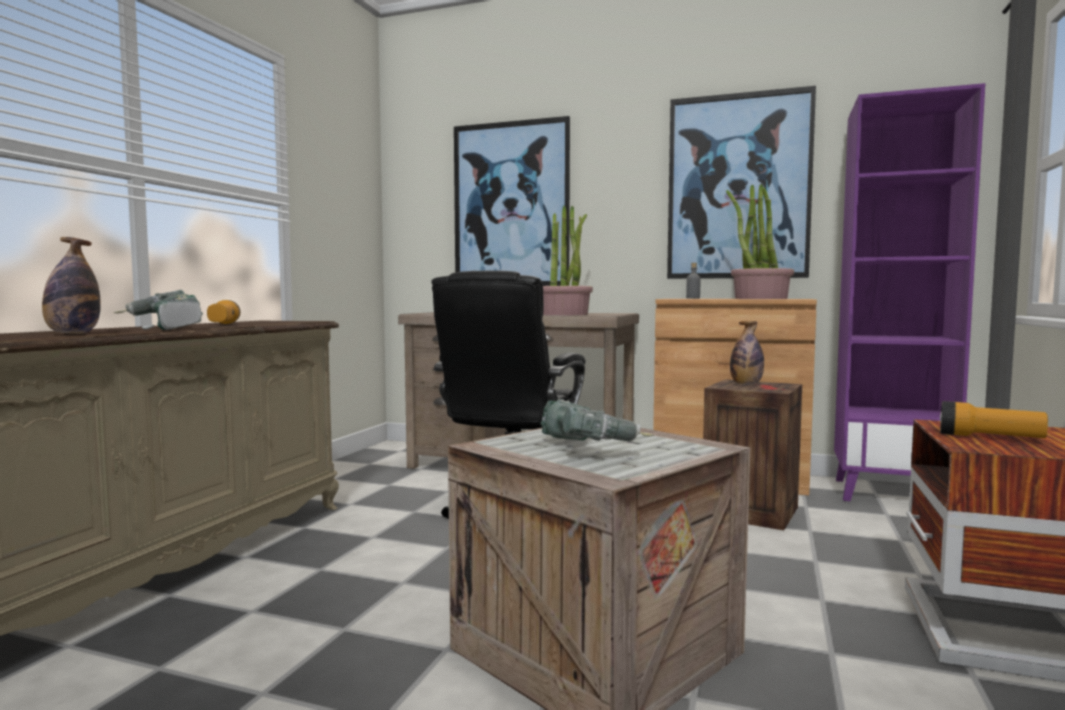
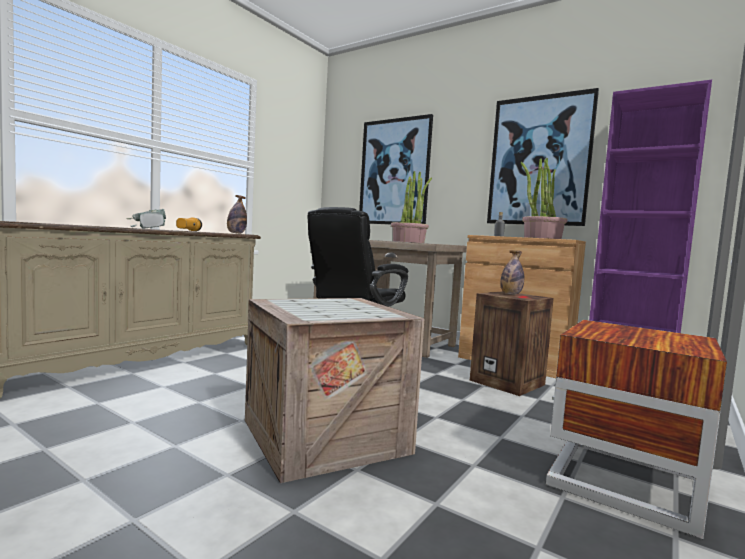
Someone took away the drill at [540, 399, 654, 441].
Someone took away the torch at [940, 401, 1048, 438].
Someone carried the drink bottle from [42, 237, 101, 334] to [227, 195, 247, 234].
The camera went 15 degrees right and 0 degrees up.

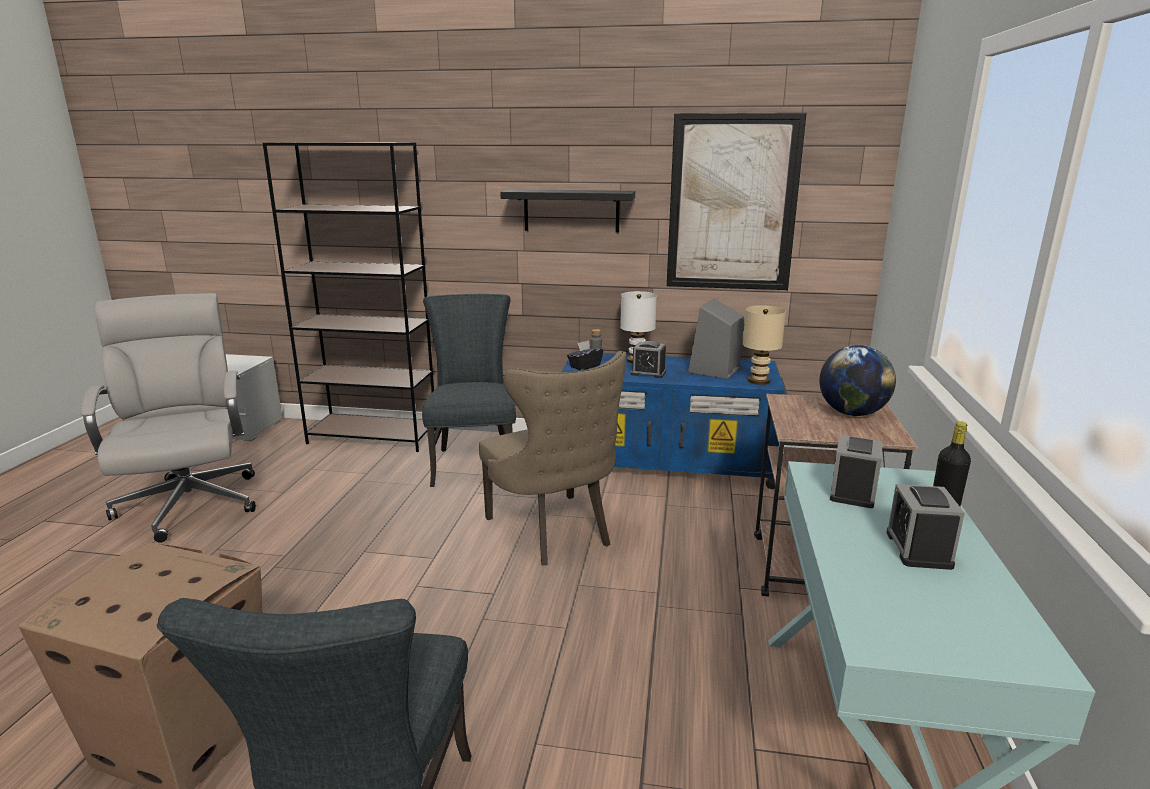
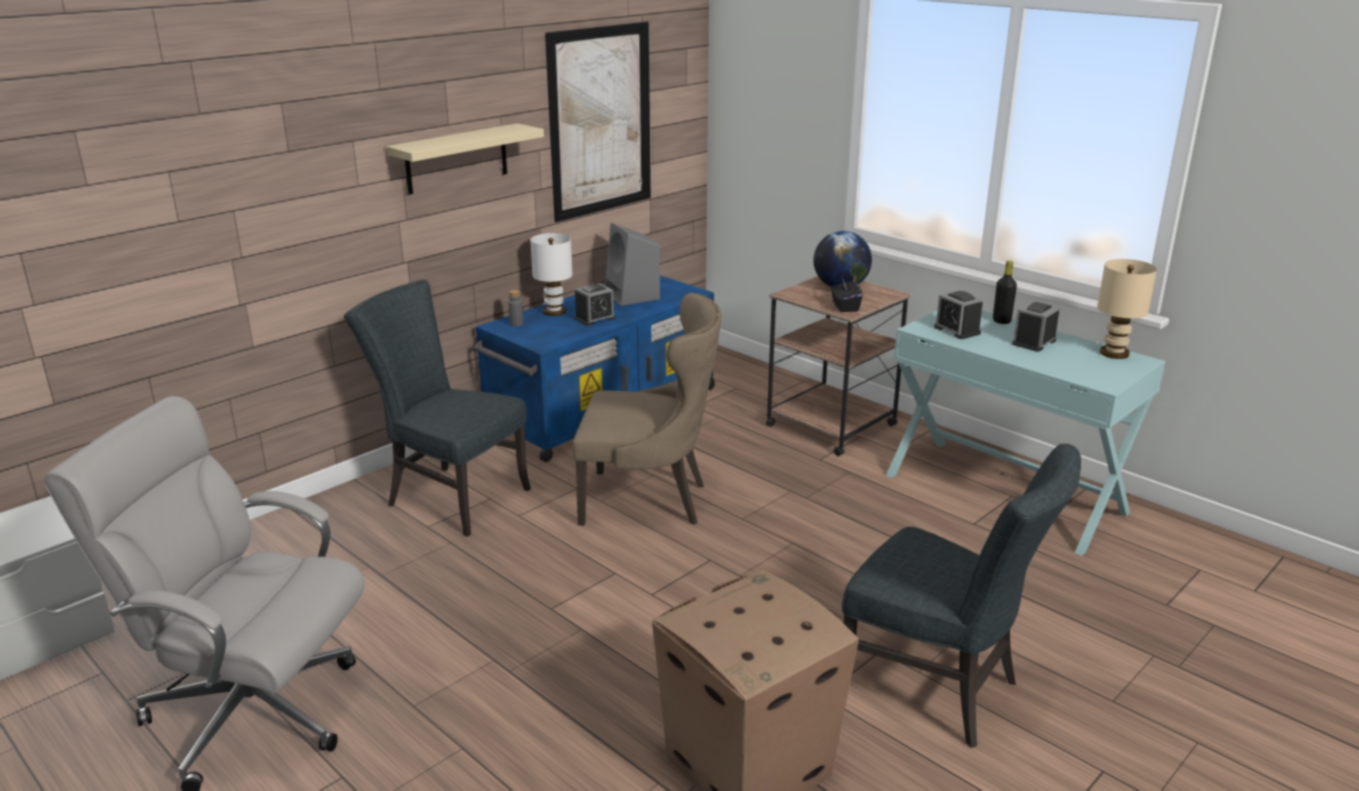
Someone took away the brown-coloured shelving unit at [263, 142, 437, 452].
Someone carried the black-coloured box of tissues from [567, 340, 603, 371] to [831, 280, 863, 312].
Someone carried the beige lamp for a table from [743, 306, 786, 385] to [1097, 259, 1157, 359].
Someone repainted the black-coloured shelf at [500, 189, 635, 233], which became the beige shelf at [386, 123, 544, 195].
Someone rotated the alarm clock at [886, 484, 965, 570] by 90 degrees clockwise.
The camera went 55 degrees left and 5 degrees up.

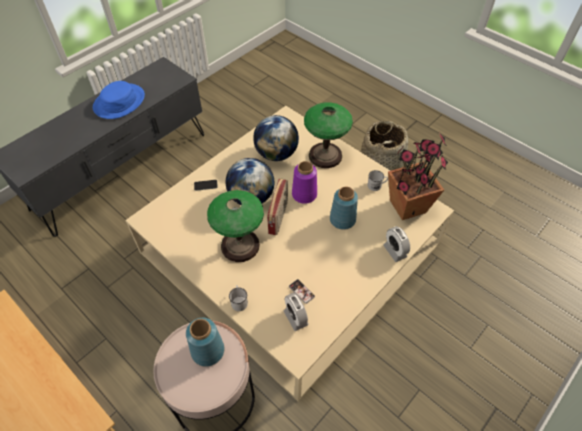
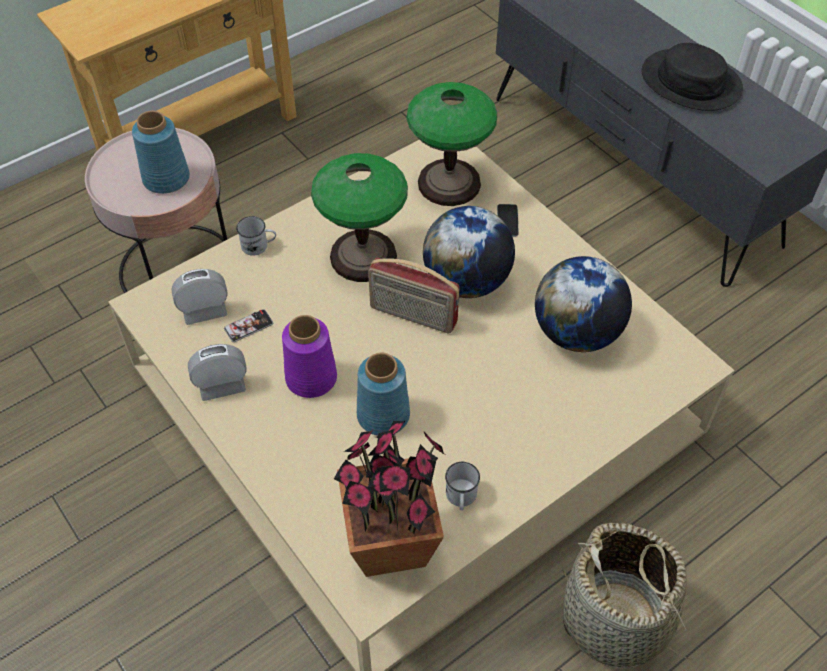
Someone carried the purple vase from [292, 161, 317, 204] to [282, 315, 337, 398].
Someone carried the lamp for a table from [304, 102, 353, 168] to [407, 82, 497, 206].
Someone carried the alarm clock from [383, 226, 410, 262] to [188, 344, 247, 401].
Someone repainted the blue-coloured wearable hat at [93, 81, 145, 119], which became the black-coloured wearable hat at [642, 43, 743, 111].
The camera went 100 degrees right and 0 degrees up.

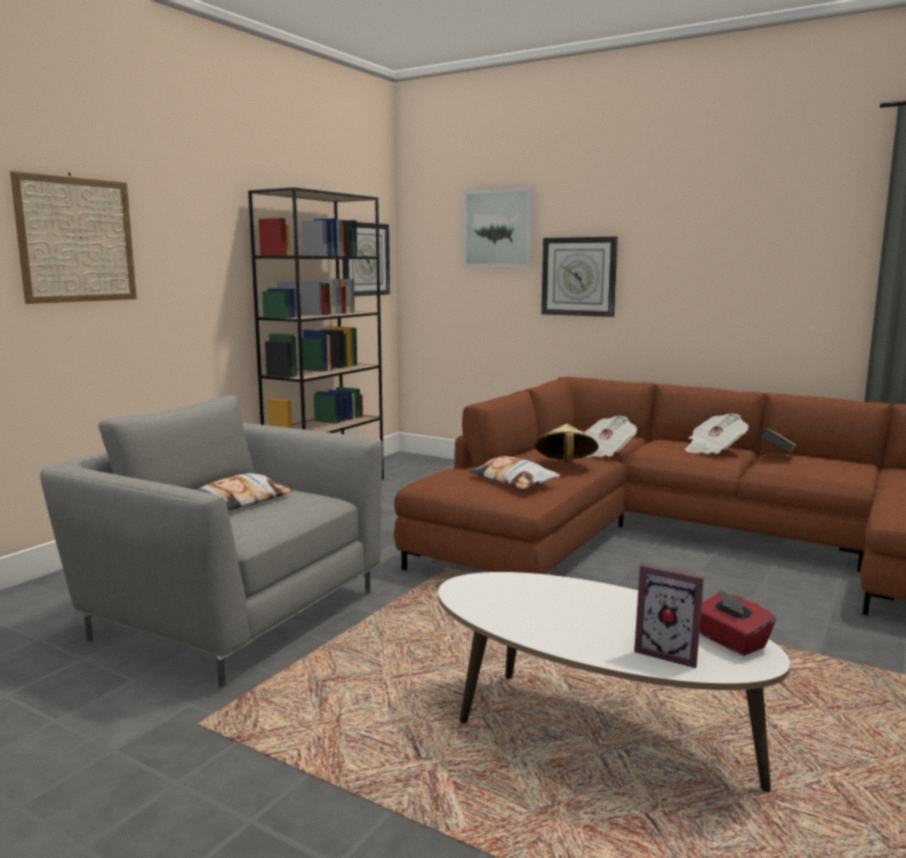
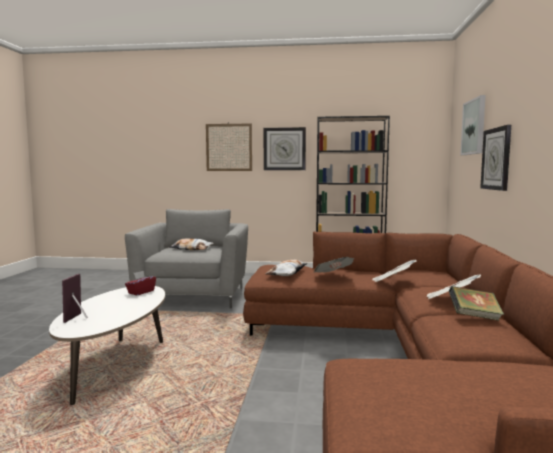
Someone carried the wall clock from [342, 222, 390, 296] to [264, 127, 306, 170].
Someone carried the reddish box of tissues from [699, 589, 776, 656] to [125, 271, 156, 295].
Someone swapped the beige wearable hat at [535, 424, 599, 462] for the newspaper at [314, 257, 354, 273].
The camera went 65 degrees right and 5 degrees down.

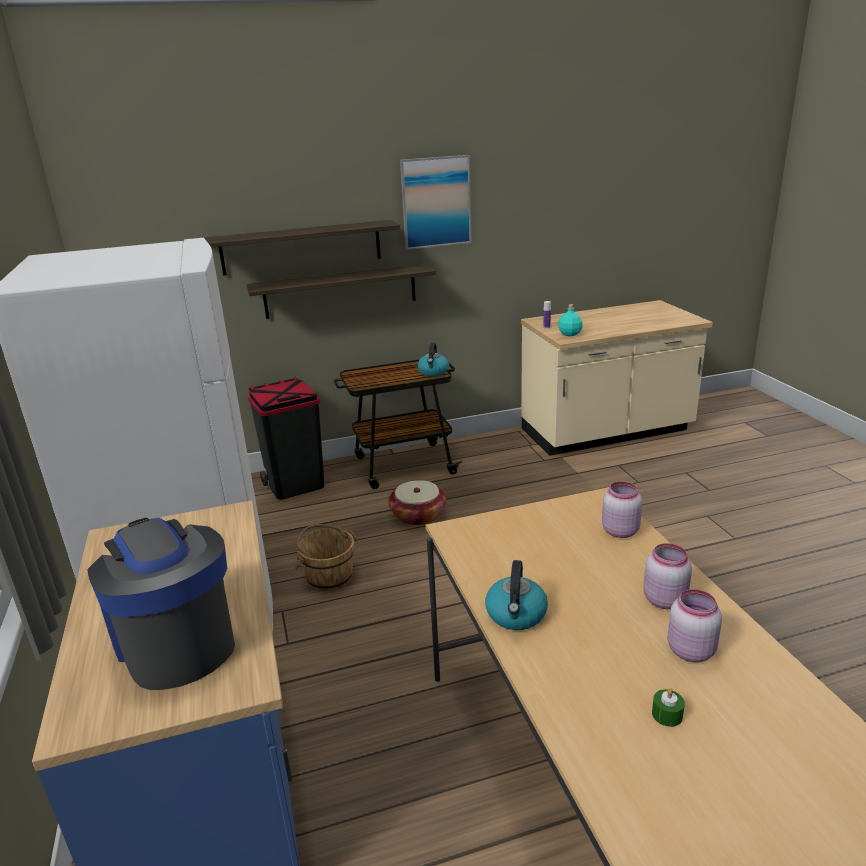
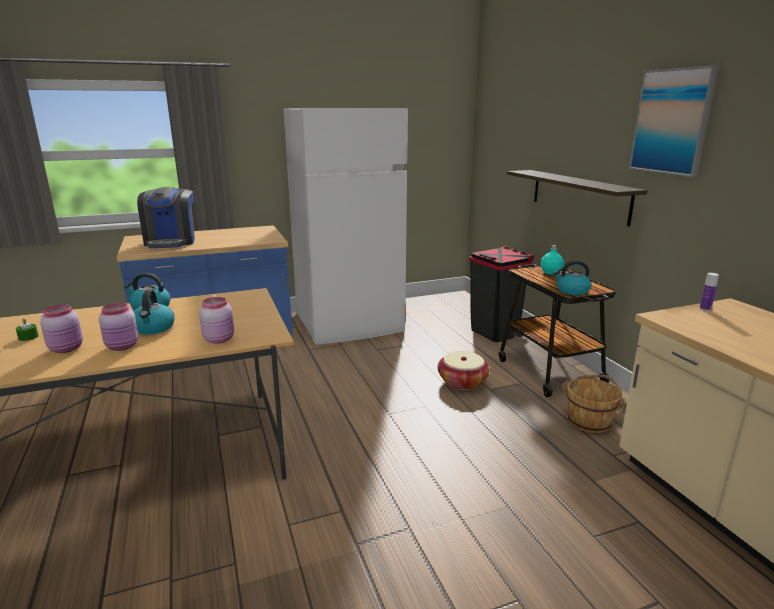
Someone took away the shelf at [203, 220, 400, 276].
Someone put down the kettle at [133, 289, 175, 334].
Someone carried the brown-coloured pail from [295, 524, 358, 591] to [562, 375, 627, 433].
Someone carried the turquoise-coloured drink bottle from [558, 304, 583, 336] to [541, 245, 564, 275].
Someone rotated the coffee machine at [87, 518, 235, 690] by 120 degrees clockwise.
The camera went 85 degrees right and 5 degrees down.

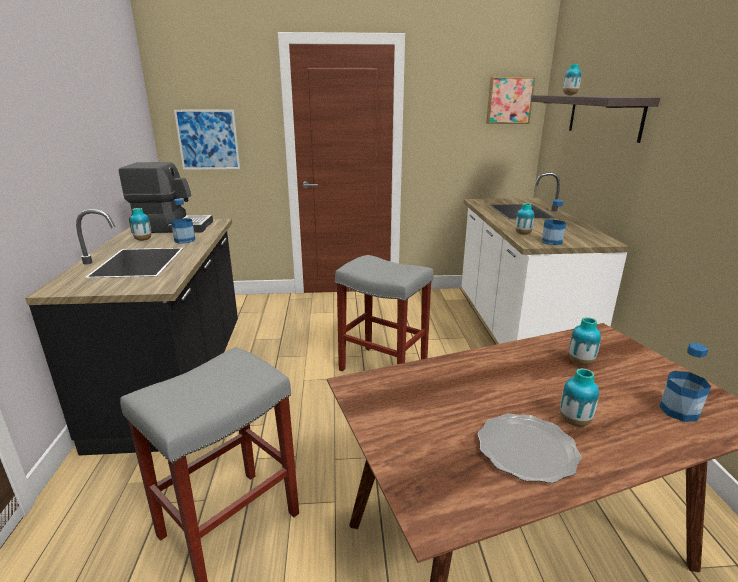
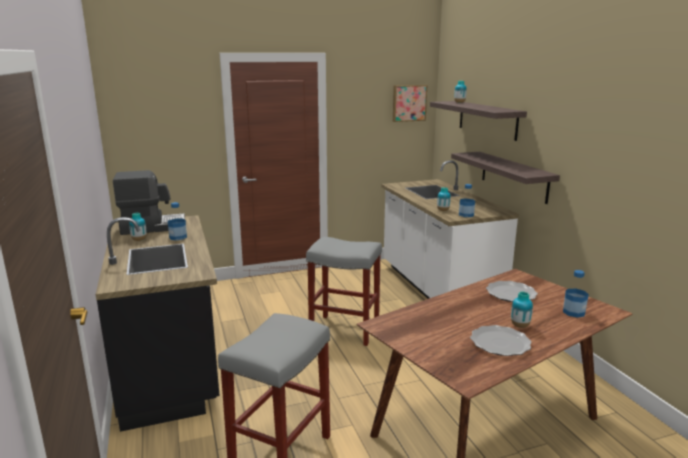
Someone took away the wall picture at [174, 109, 240, 170].
Someone put up the shelf at [451, 152, 560, 204].
Someone swapped the vase at [569, 317, 601, 366] for the flat dish at [486, 281, 538, 302].
The camera went 15 degrees left and 5 degrees down.

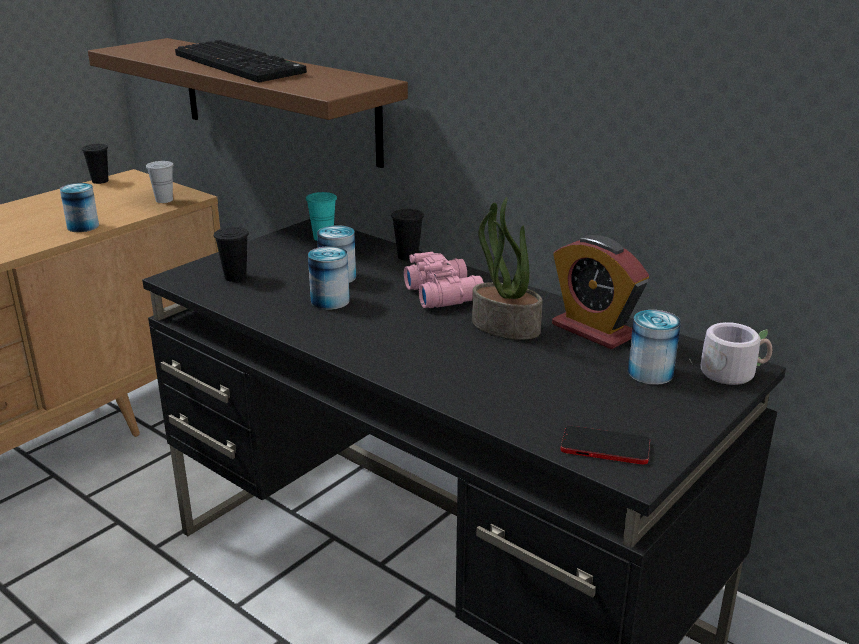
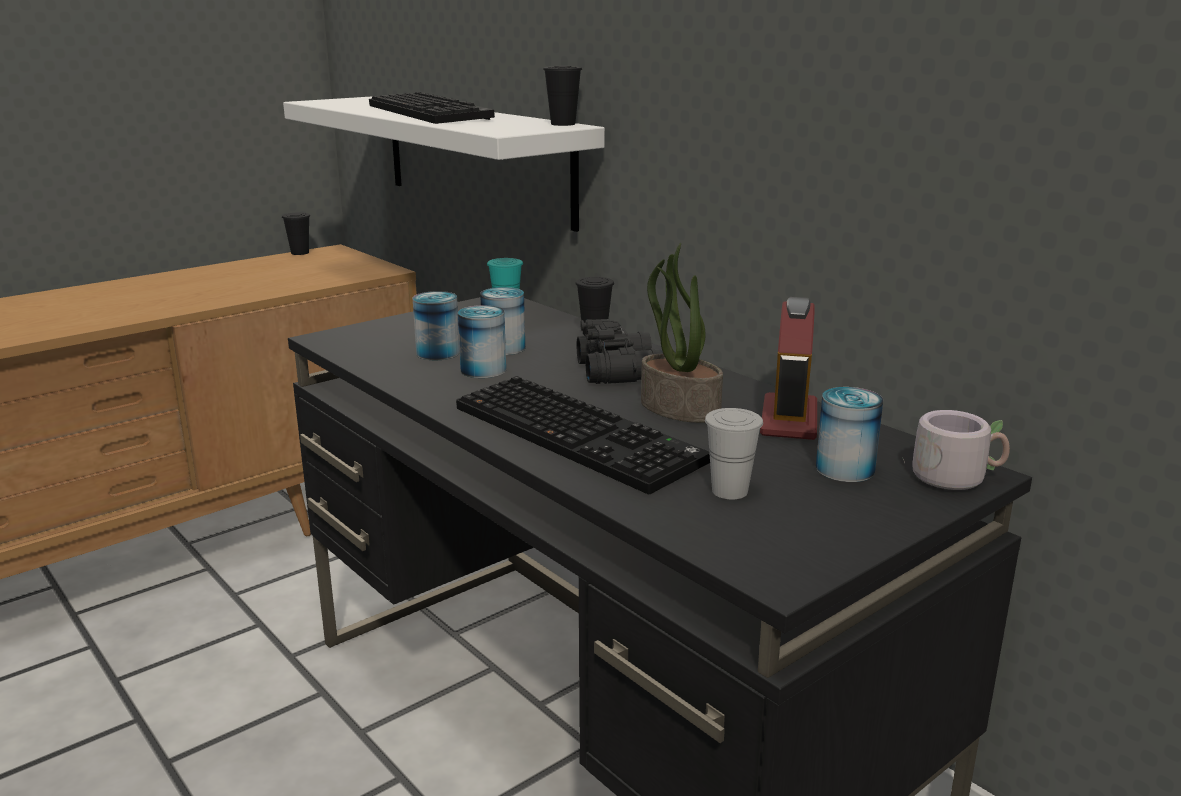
Someone took away the phone at [560, 426, 650, 464].
Someone put down the computer keyboard at [456, 376, 710, 494].
Someone carried the metal can from [60, 183, 99, 232] to [412, 291, 460, 360].
Someone carried the white drinking cup from [146, 161, 173, 203] to [705, 408, 763, 499].
Someone carried the black-coloured drinking cup from [214, 227, 249, 282] to [543, 66, 582, 126].
Someone repainted the brown-coloured shelf at [88, 38, 408, 168], which became the white shelf at [283, 96, 605, 232].
Someone repainted the pink-coloured binoculars at [404, 252, 484, 308], which became the black-coloured binoculars at [576, 319, 663, 384].
Someone rotated the alarm clock at [552, 235, 649, 350] by 135 degrees counterclockwise.
The camera went 10 degrees right and 5 degrees down.

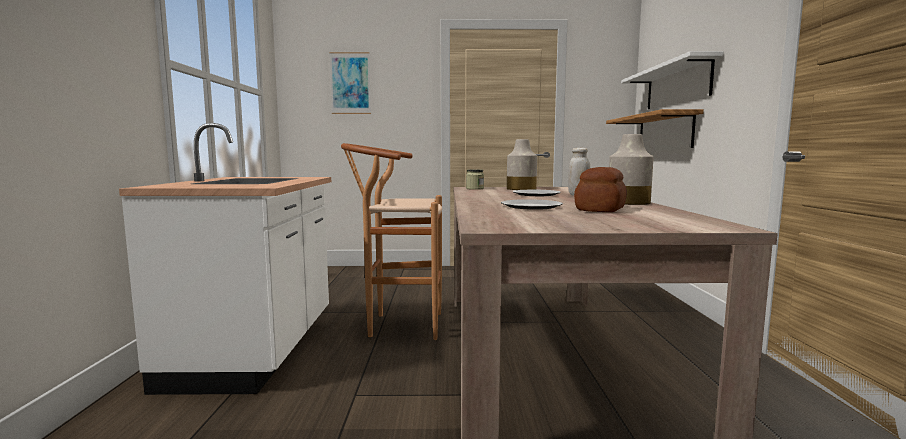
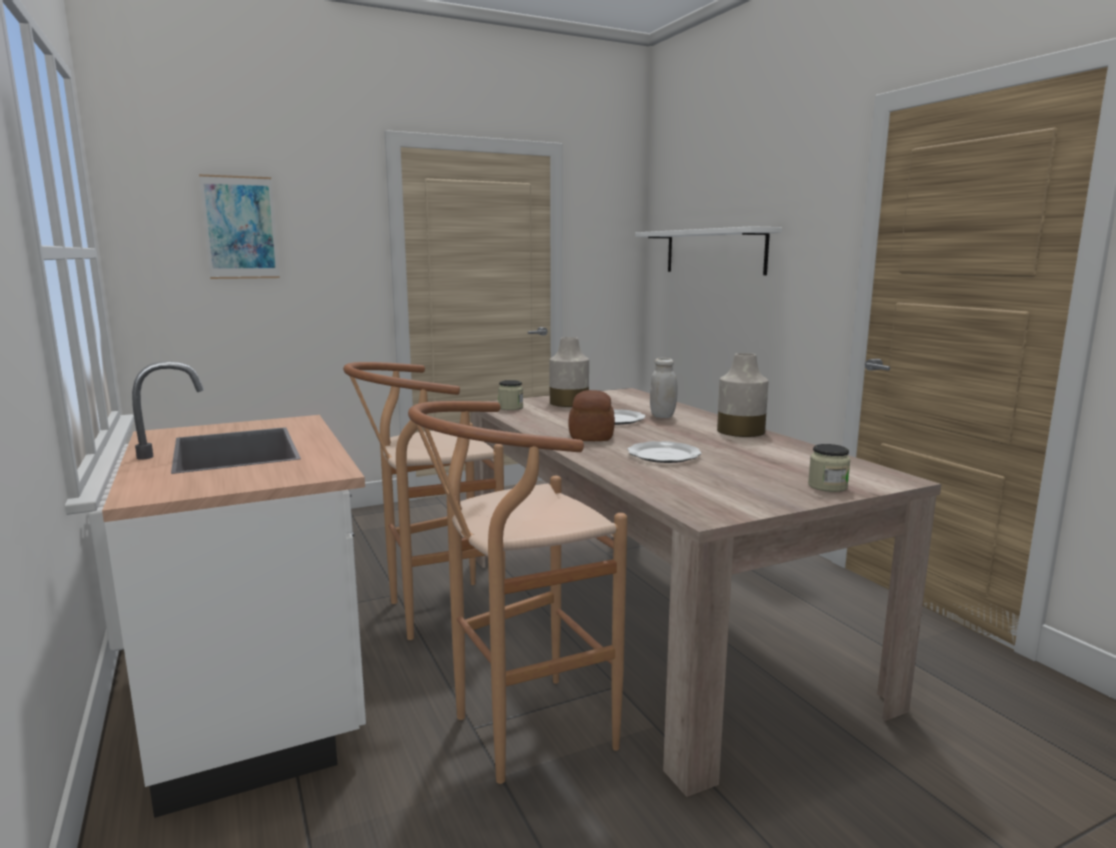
Someone took away the shelf at [606, 109, 704, 148].
Someone put down the brown-coloured stool seat at [408, 401, 628, 784].
Someone put down the preserve jar at [808, 444, 850, 492].
Someone carried the baked bread from [574, 167, 627, 212] to [568, 390, 615, 441].
The camera went 25 degrees left and 5 degrees up.

